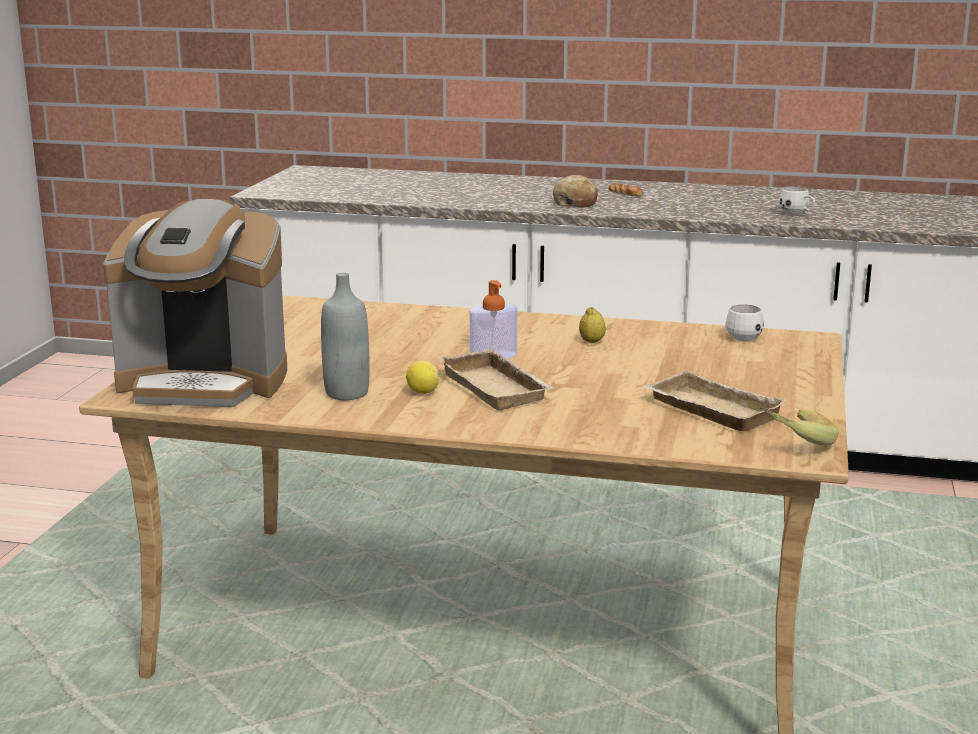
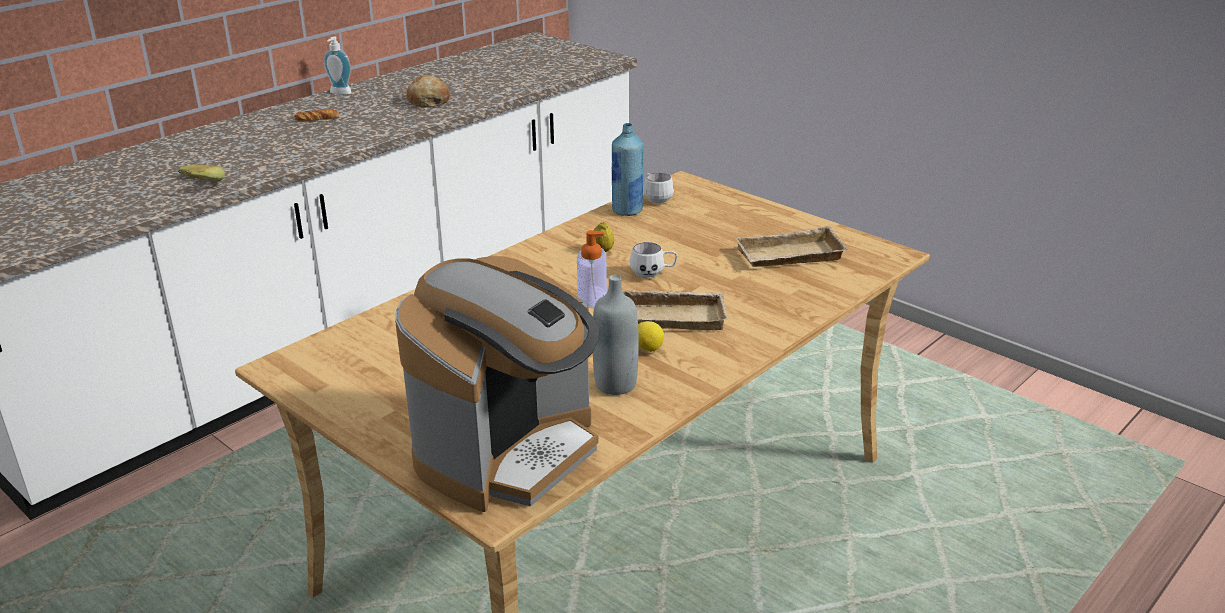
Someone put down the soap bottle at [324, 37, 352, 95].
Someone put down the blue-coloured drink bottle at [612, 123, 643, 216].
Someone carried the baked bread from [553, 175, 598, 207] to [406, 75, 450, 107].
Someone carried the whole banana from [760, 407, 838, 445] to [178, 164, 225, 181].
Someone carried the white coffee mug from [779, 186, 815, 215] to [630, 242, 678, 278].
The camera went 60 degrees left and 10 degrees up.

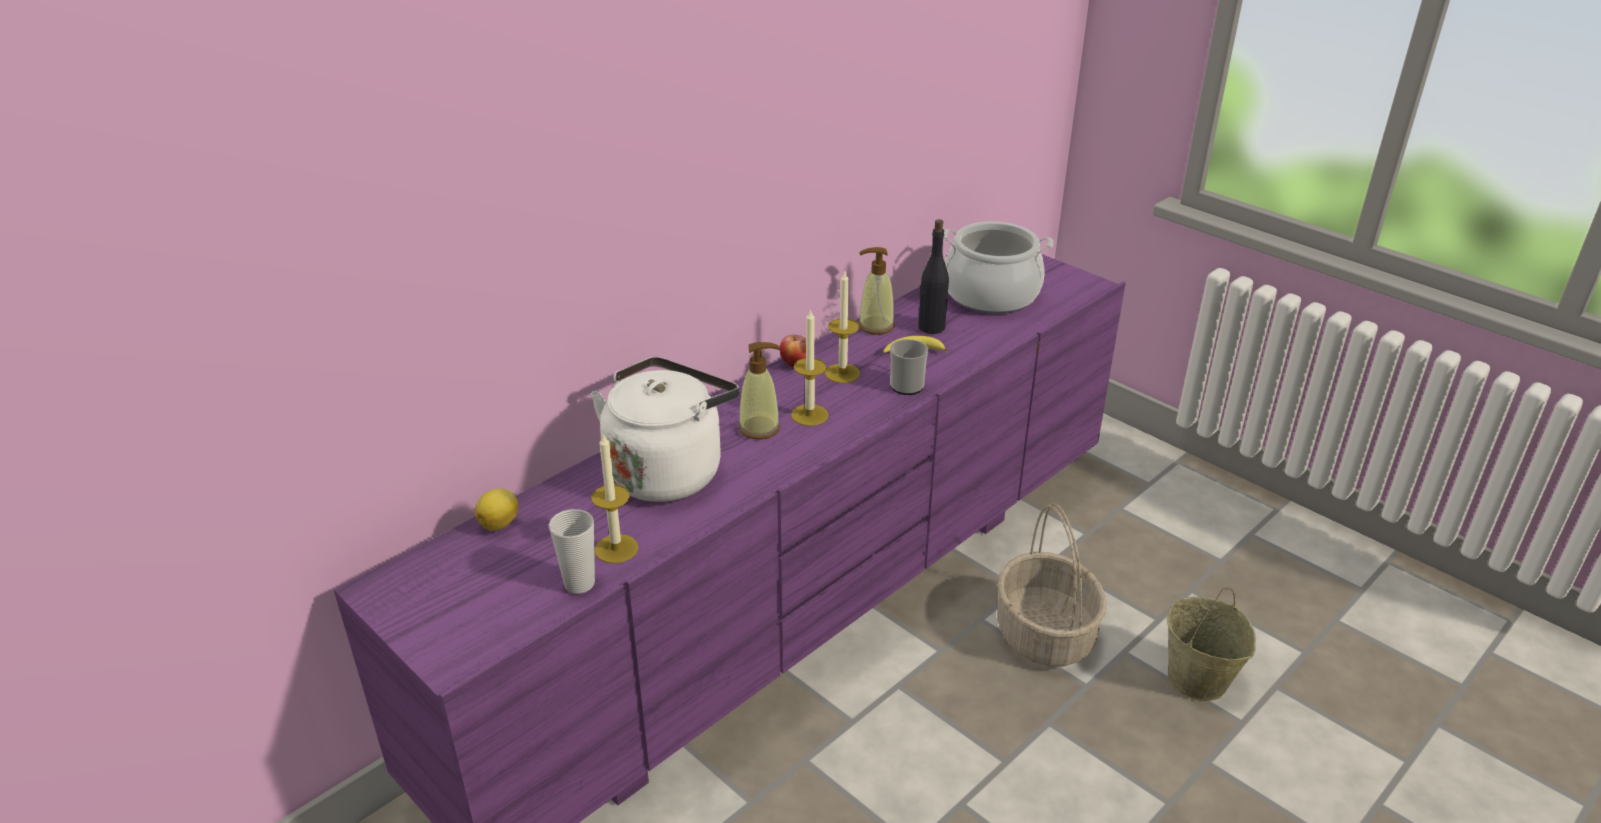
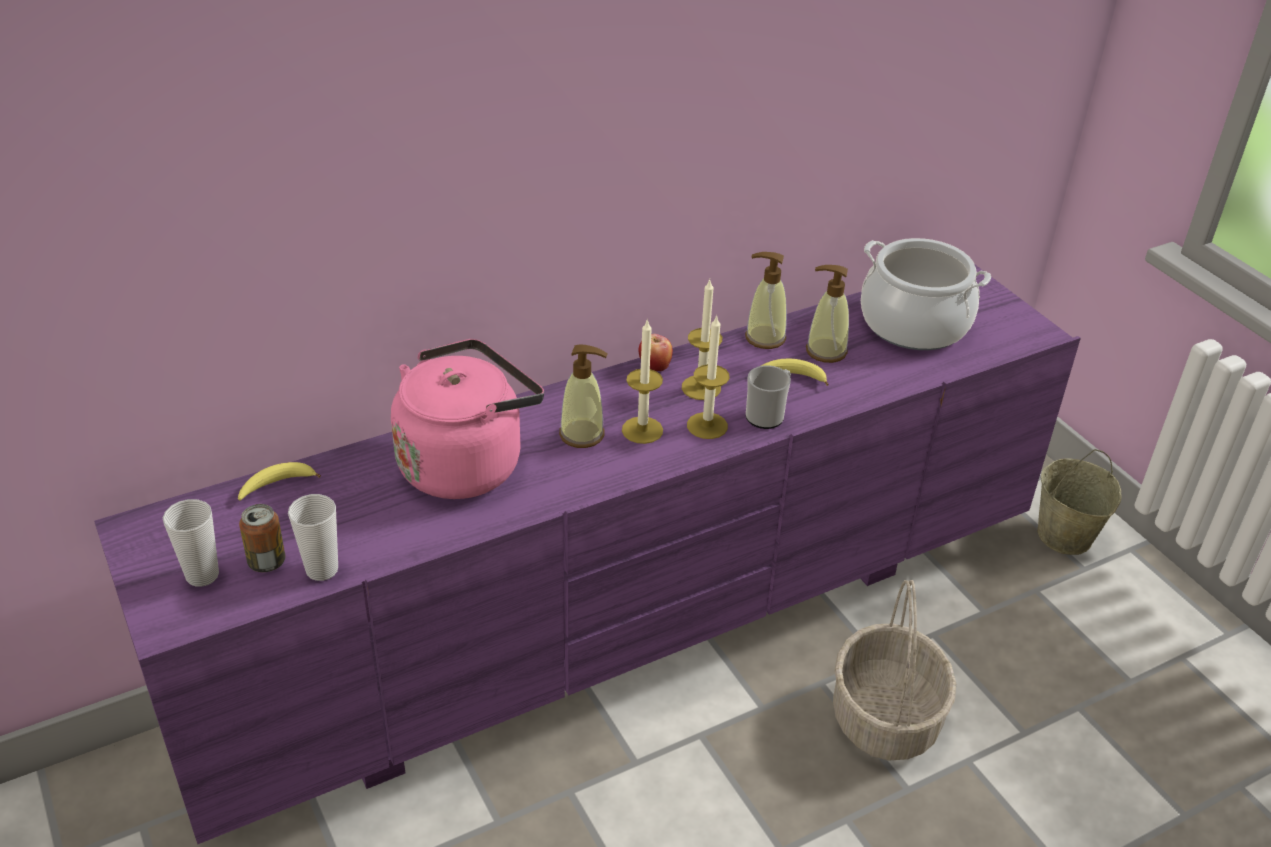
Someone put down the drinking cup at [163, 499, 219, 587].
Someone put down the metal can at [239, 504, 285, 572].
Someone carried the wax candle from [591, 433, 638, 564] to [687, 315, 729, 439].
Someone carried the beige pail from [1167, 588, 1256, 701] to [1037, 449, 1122, 555].
Someone swapped the lemon at [475, 488, 518, 531] for the whole banana at [238, 462, 321, 500].
Someone swapped the black-coloured drink bottle at [918, 219, 949, 334] for the soap bottle at [806, 265, 849, 363].
Someone repainted the white kettle at [591, 357, 739, 502], which became the pink-coloured kettle at [391, 339, 544, 499].
The camera went 15 degrees right and 5 degrees up.

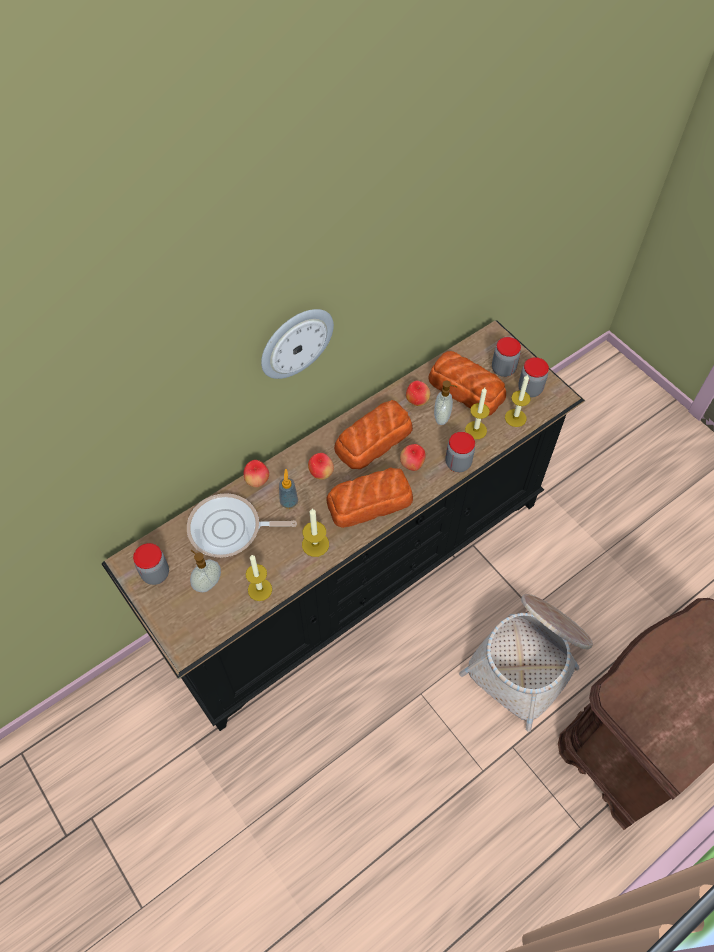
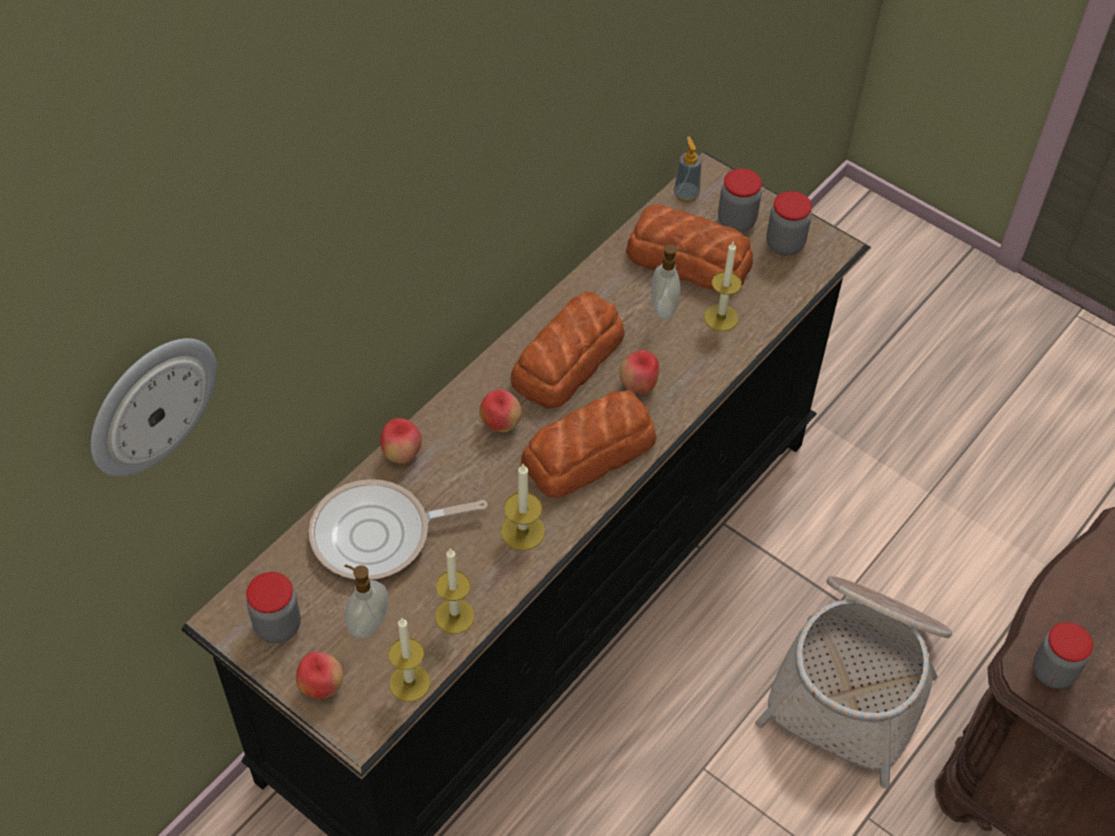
Someone carried the wall clock from [261, 309, 334, 379] to [91, 338, 217, 476].
Someone carried the soap bottle from [279, 469, 298, 509] to [674, 136, 702, 202].
Someone carried the whole apple from [406, 381, 430, 406] to [296, 652, 343, 699].
Someone carried the preserve jar from [445, 432, 475, 472] to [1033, 622, 1093, 689].
Someone carried the wax candle from [505, 374, 531, 427] to [388, 618, 430, 702].
The camera went 15 degrees left and 5 degrees down.

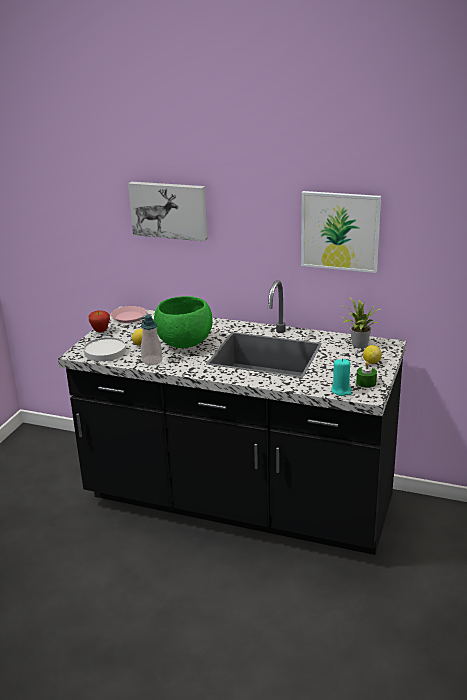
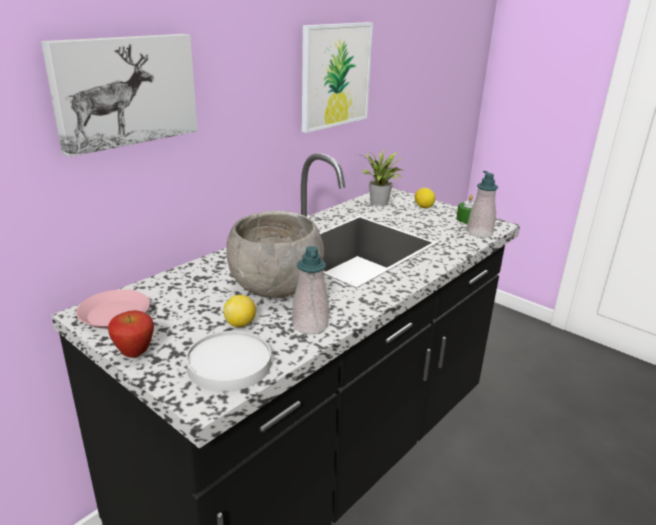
Someone swapped the turquoise-coloured wax candle at [331, 358, 352, 396] for the soap bottle at [467, 171, 498, 237].
Someone repainted the green deep dish at [154, 296, 213, 348], which became the greyish deep dish at [226, 211, 324, 298].
The camera went 70 degrees left and 0 degrees up.

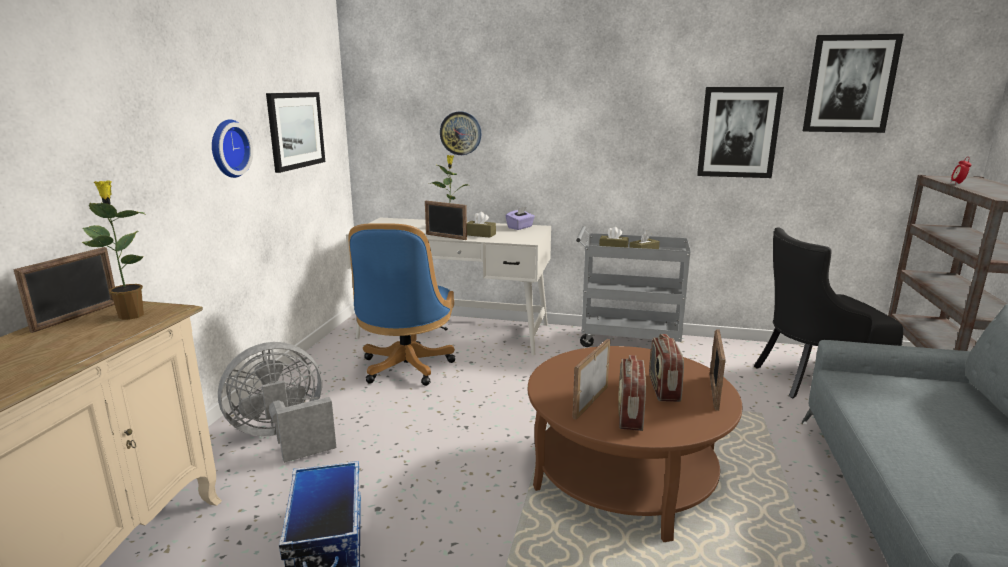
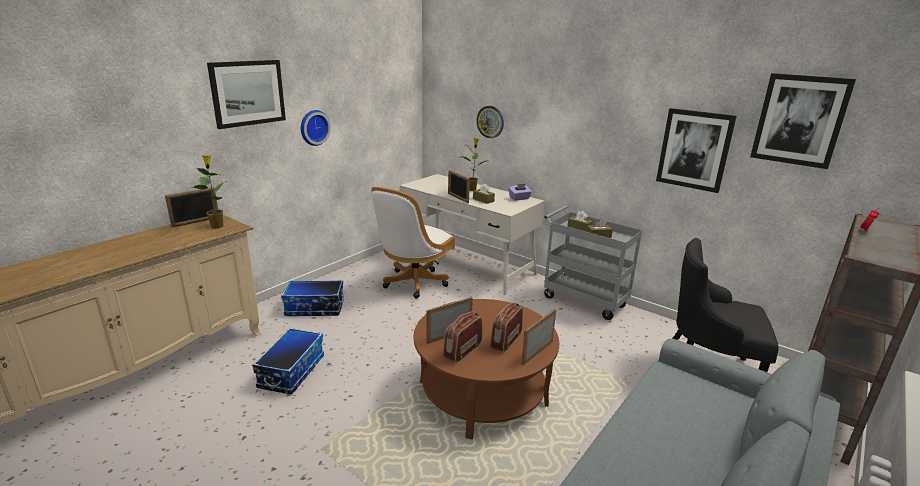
Someone carried the wall picture from [266, 92, 325, 173] to [207, 60, 286, 129].
Someone swapped the greyish cooling fan at [218, 342, 336, 463] for the storage container at [281, 280, 344, 316].
Someone repainted the blue-coloured office chair at [348, 223, 455, 386], which became the white office chair at [371, 187, 455, 298].
The camera went 25 degrees right and 5 degrees up.

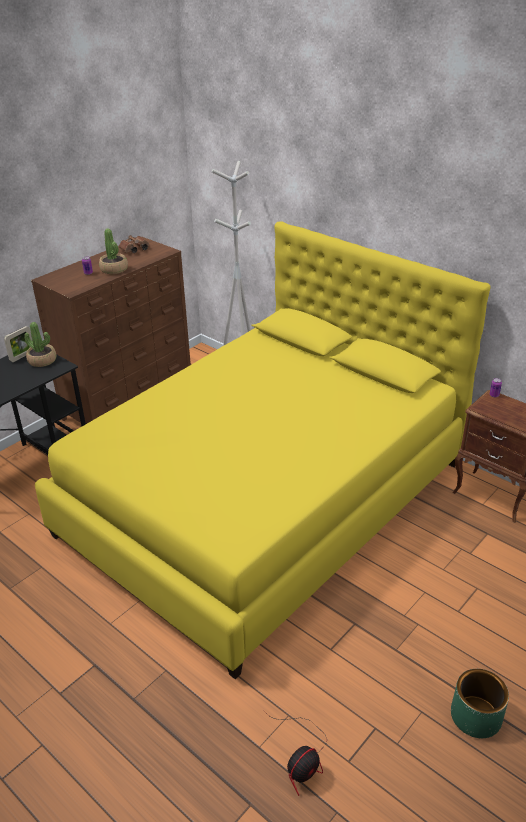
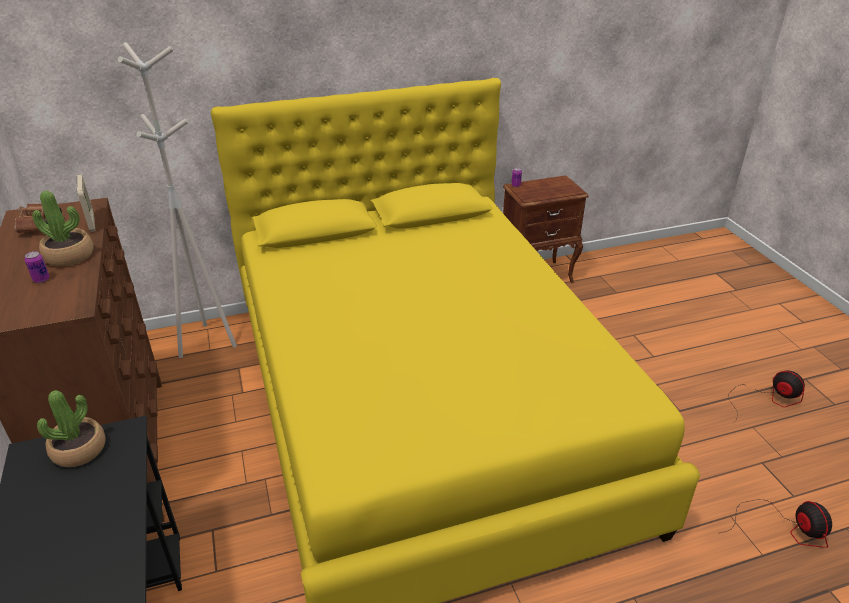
Someone carried the photo frame from [4, 326, 32, 362] to [77, 175, 95, 232].
Someone swapped the green flower pot at [451, 669, 509, 738] for the cooling fan at [728, 371, 805, 423].
The camera went 60 degrees left and 0 degrees up.

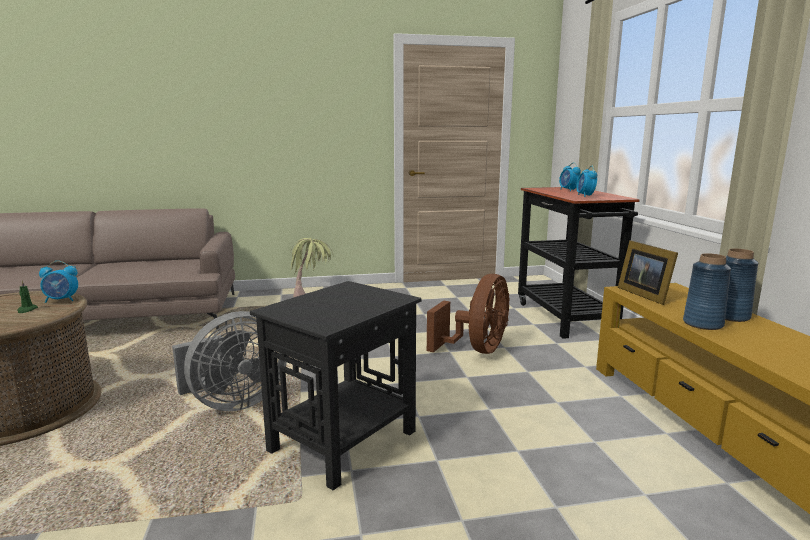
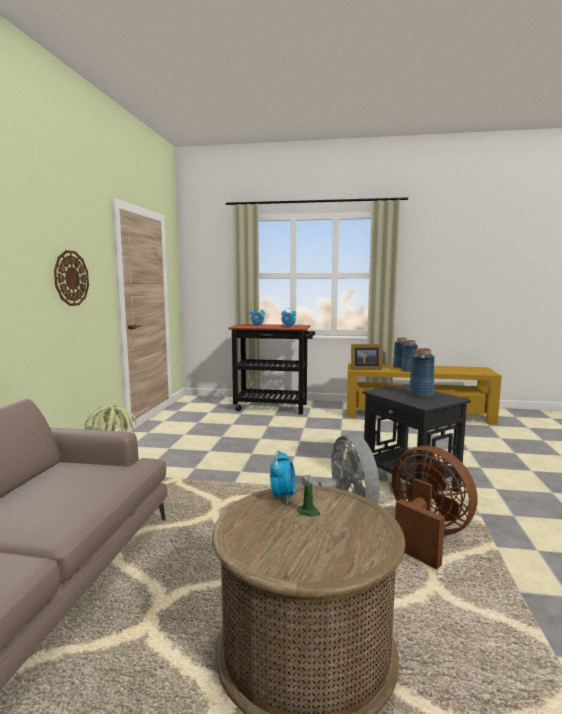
Someone put up the wall clock at [54, 250, 89, 306].
Someone put down the blue-coloured vase at [409, 348, 434, 397].
Someone carried the brown-coloured cooling fan from [427, 274, 510, 354] to [392, 446, 478, 569].
The camera went 70 degrees left and 5 degrees down.

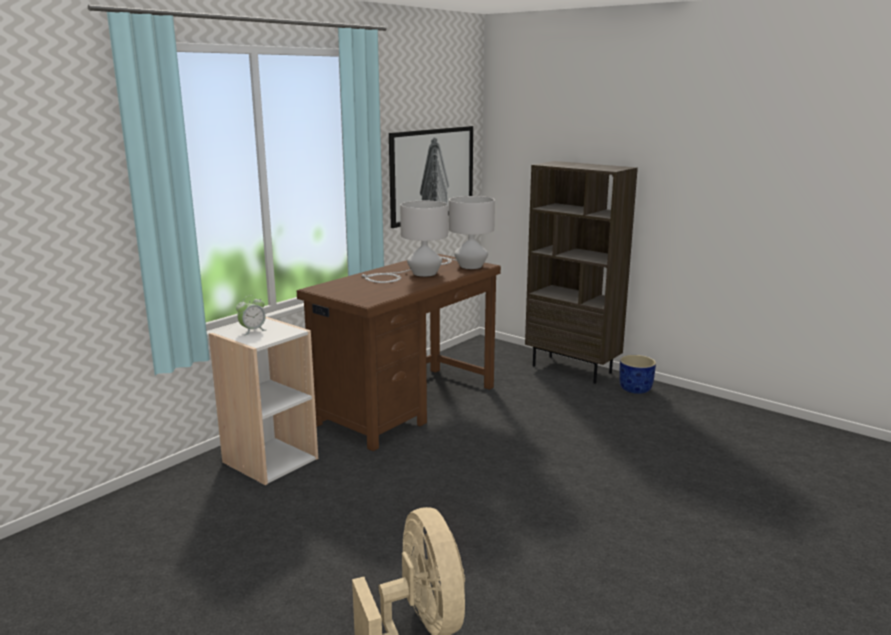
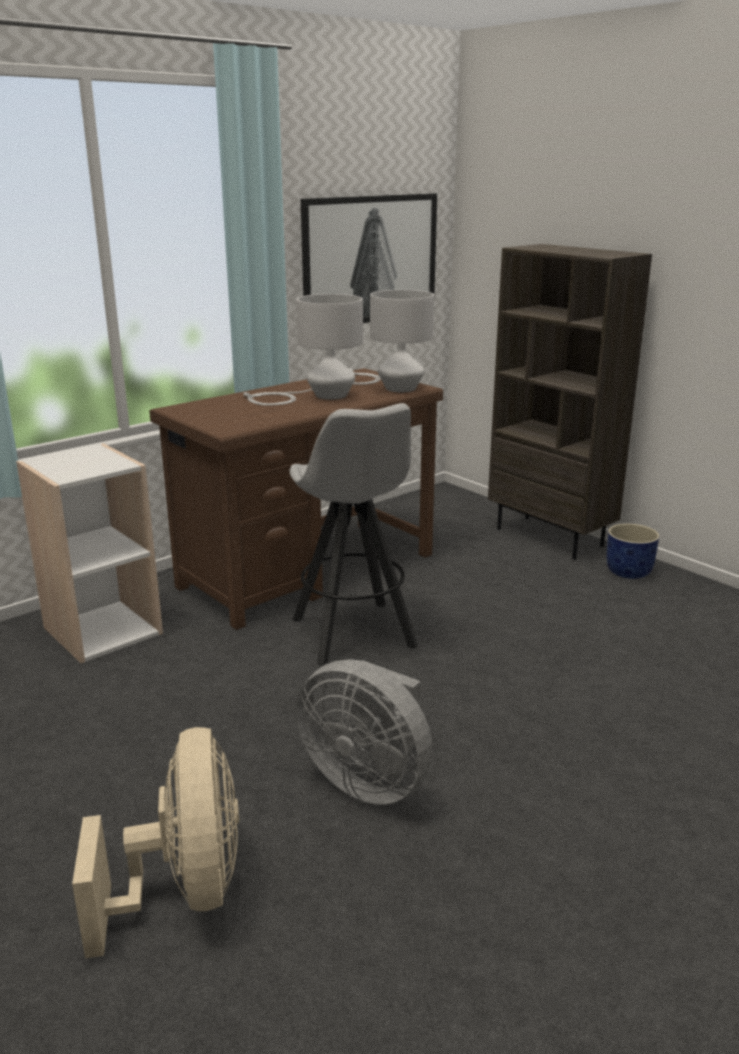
Someone took away the alarm clock at [236, 296, 266, 335].
Someone put down the greyish stool seat at [289, 403, 418, 666].
Someone put down the greyish cooling fan at [296, 659, 433, 805].
The camera went 10 degrees right and 5 degrees up.

